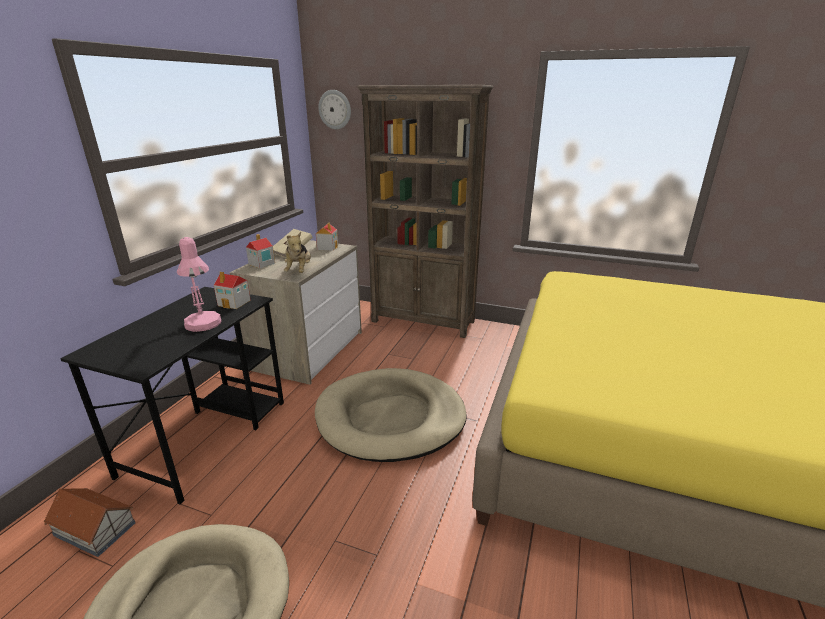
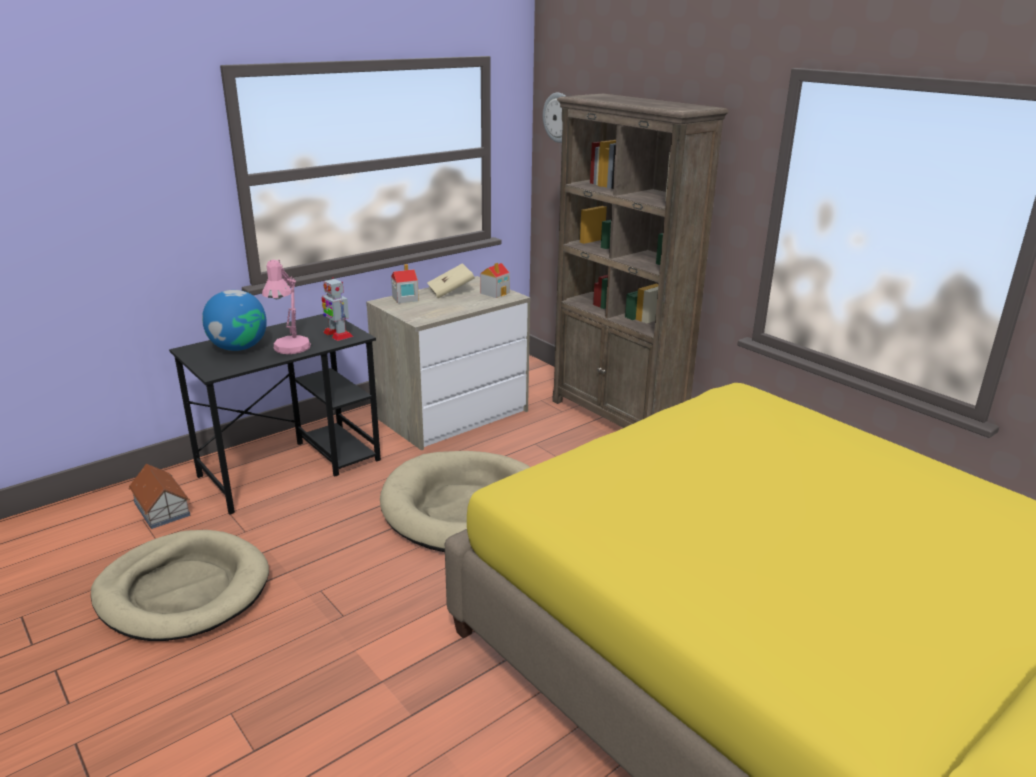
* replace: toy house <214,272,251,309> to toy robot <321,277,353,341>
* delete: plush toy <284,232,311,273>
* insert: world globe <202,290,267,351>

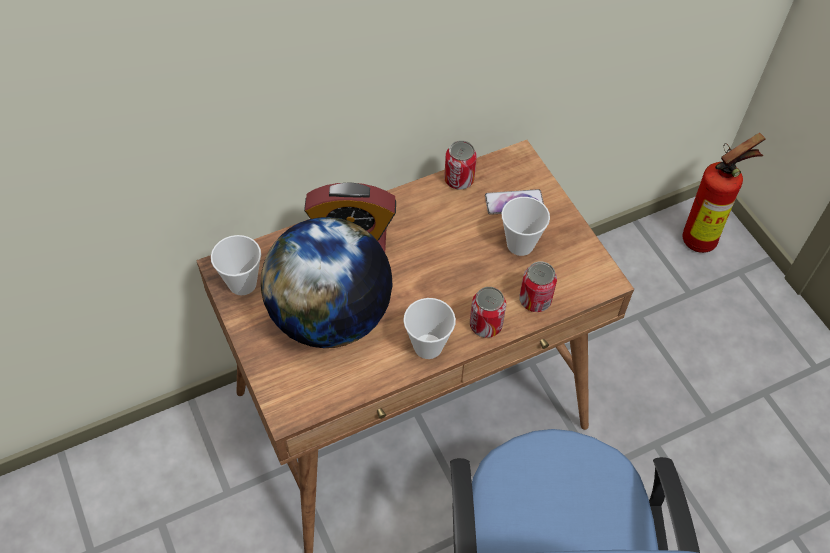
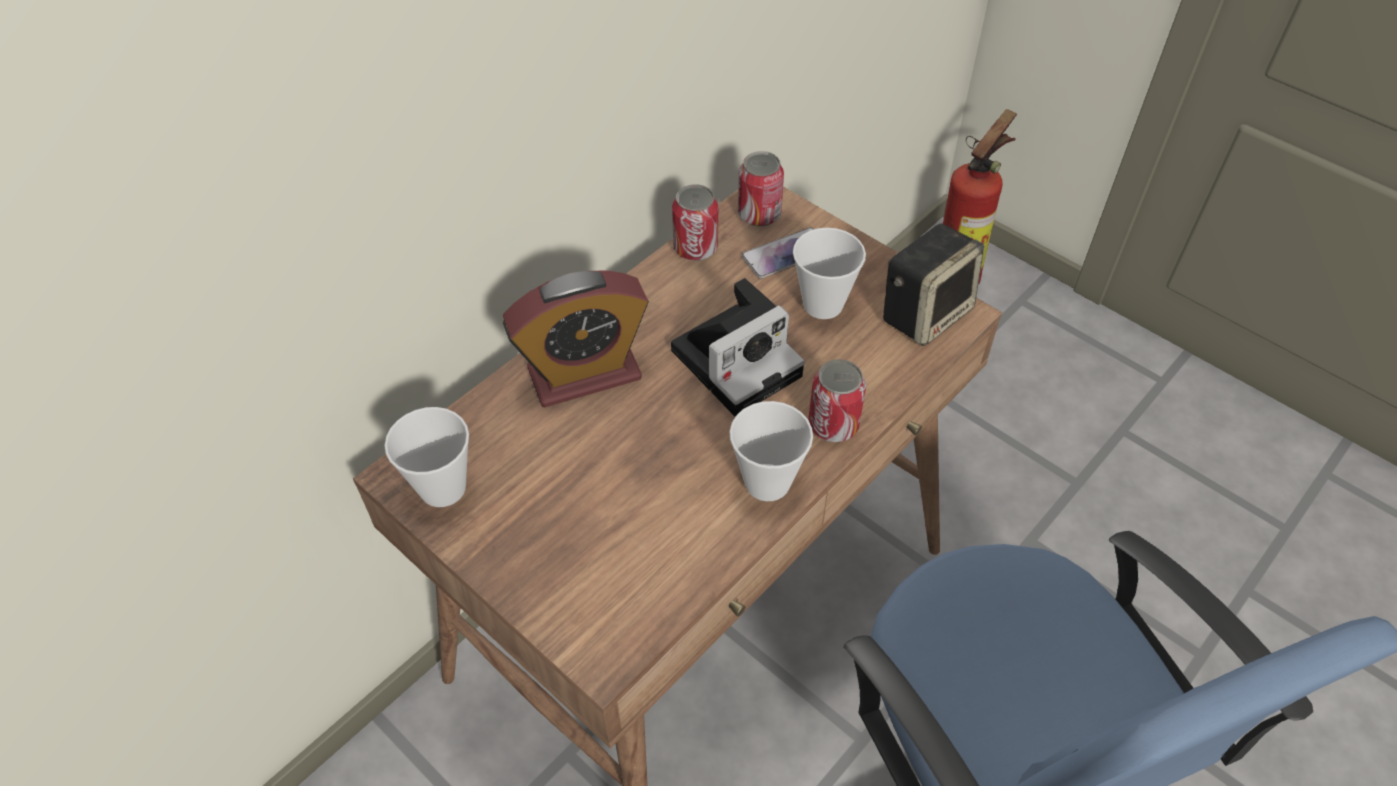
* delete: world globe <261,217,393,348>
* move: metal can <519,261,557,312> to <738,151,784,227>
* insert: still camera <671,278,805,417>
* insert: loudspeaker <883,223,984,346>

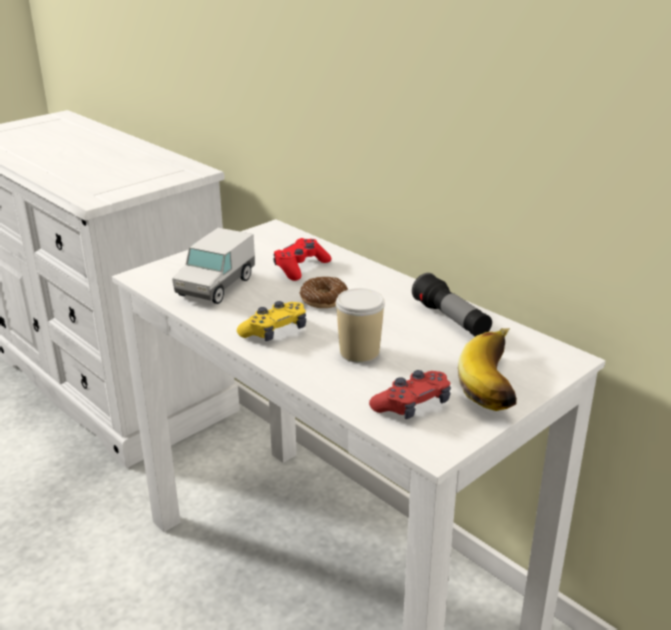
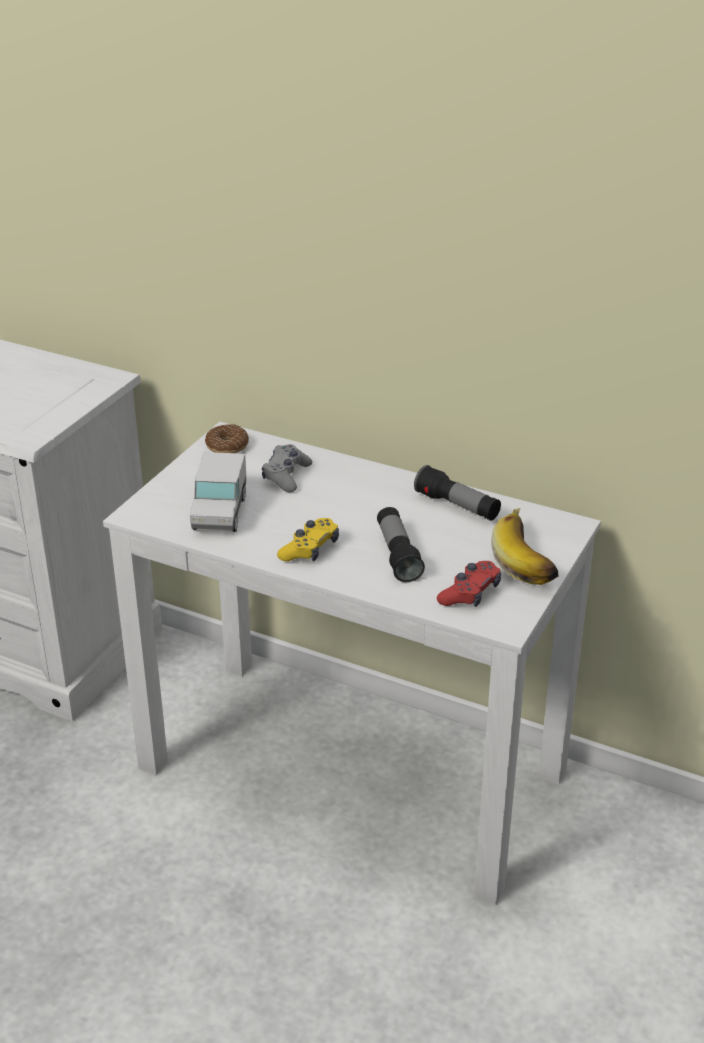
* recolor: red-coloured gamepad <274,238,332,281> to gray gamepad <262,444,312,492>
* move: donut <300,277,348,308> to <205,424,249,453>
* replace: small cup <336,288,385,363> to flashlight <377,507,425,582>

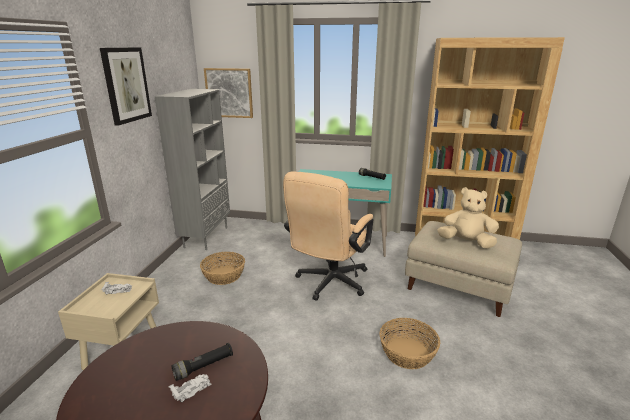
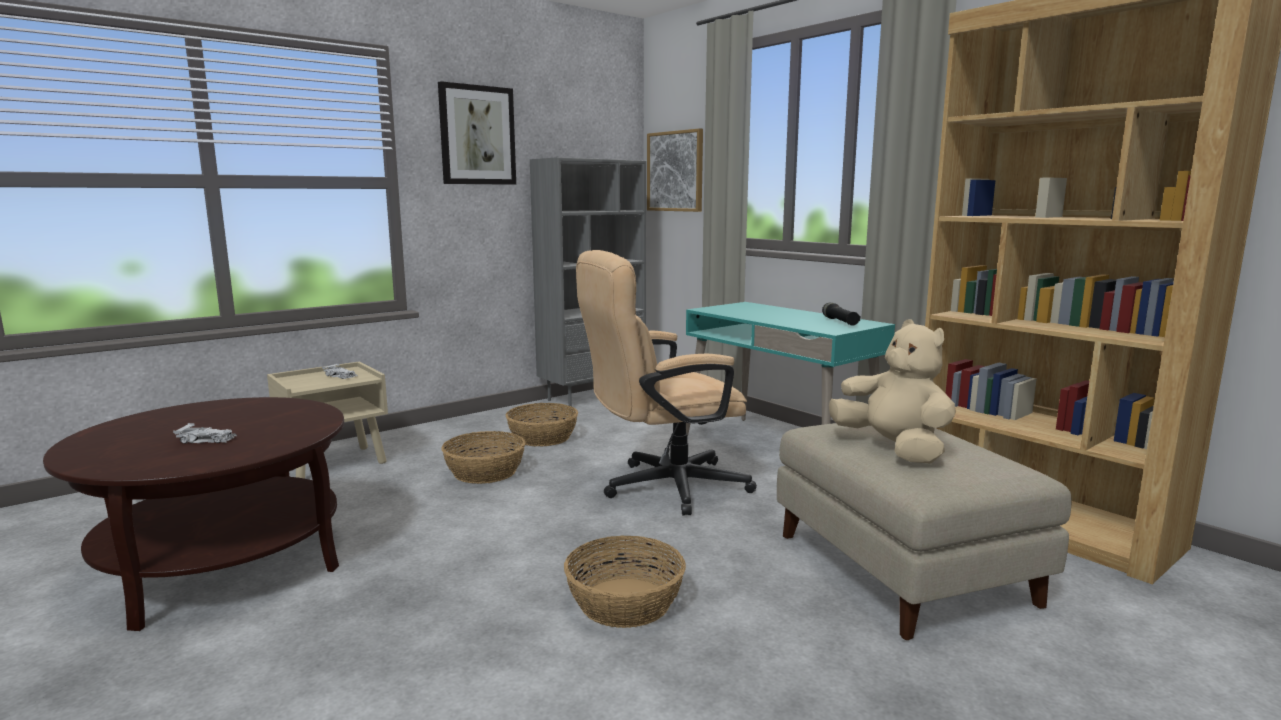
* delete: blackish flashlight <172,343,233,381>
* insert: storage basket <441,431,526,484>

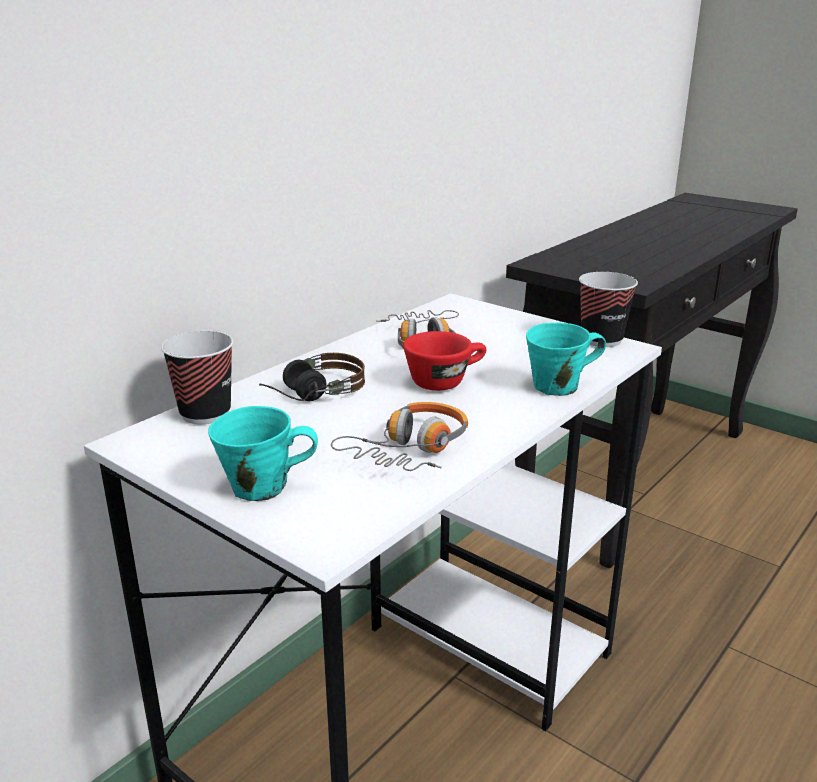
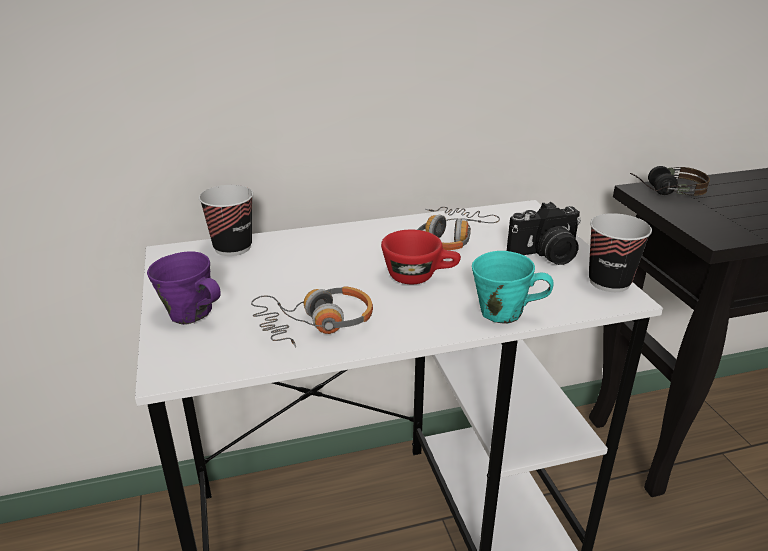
* recolor: blue-green coffee mug <208,406,318,501> to purple-coloured coffee mug <147,251,221,325>
* move: headphones <259,353,365,401> to <630,166,710,196>
* insert: still camera <507,202,581,265>

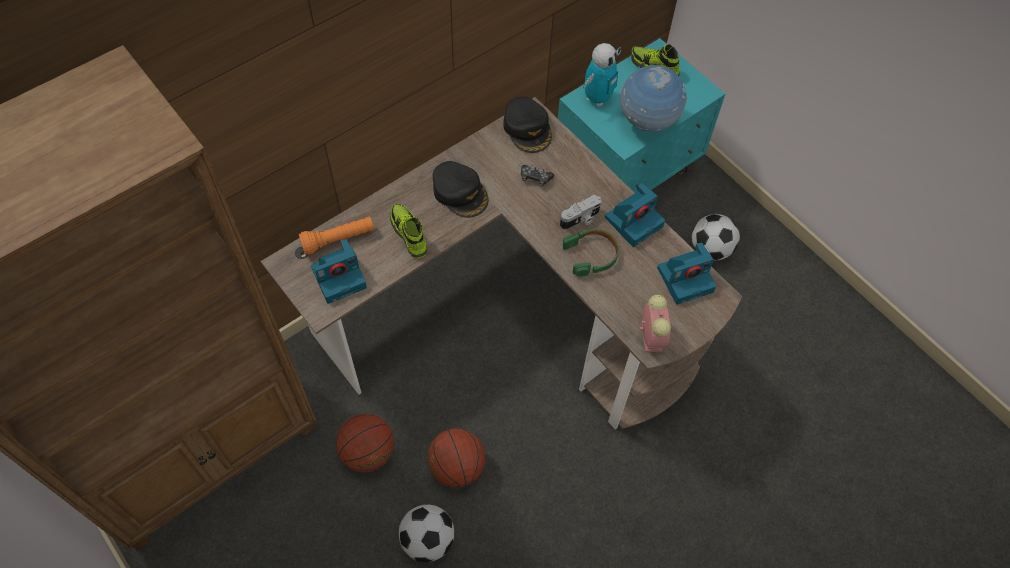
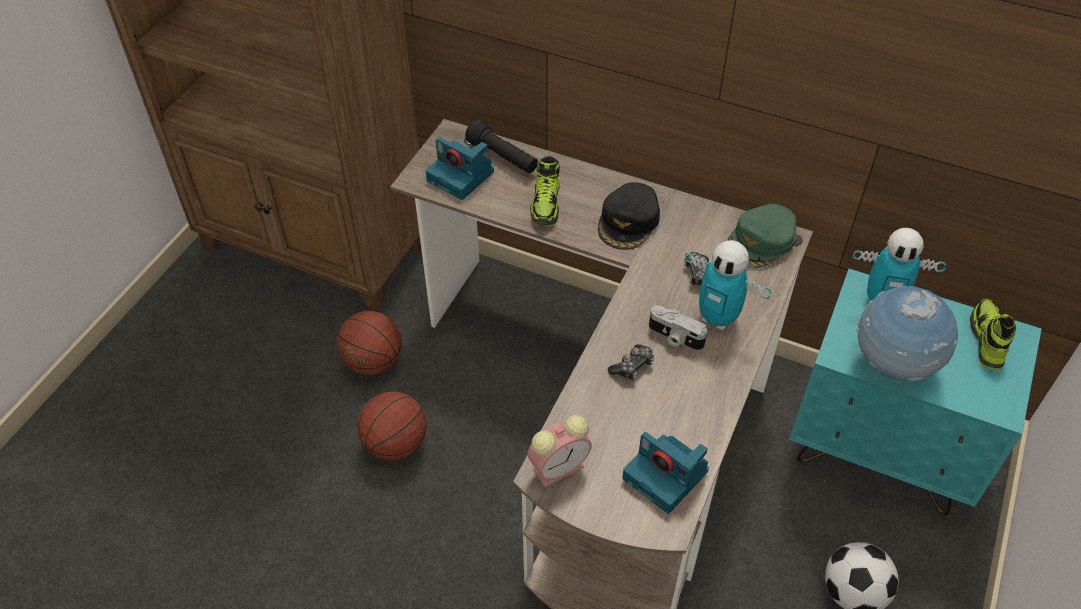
* recolor: orange-coloured flashlight <299,216,374,255> to blackish flashlight <465,120,538,173>
* rotate: item of footwear <390,203,427,259> = <530,156,560,226> 150 degrees clockwise
* delete: football ball <399,504,454,562>
* recolor: blackish baseball cap <503,96,552,153> to greenish baseball cap <727,204,796,268>
* replace: greenish headphones <563,229,619,277> to gamepad <608,344,654,380>
* delete: still camera <605,183,665,247>
* insert: toy robot <685,240,771,330>

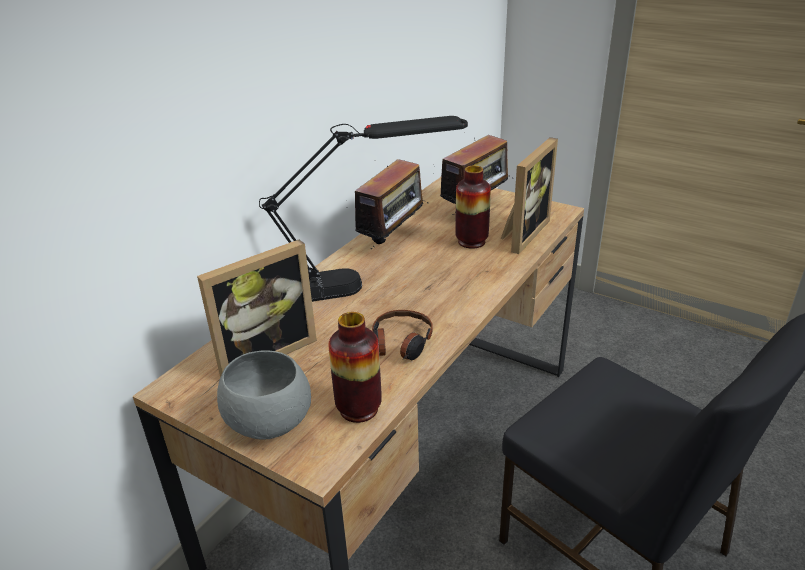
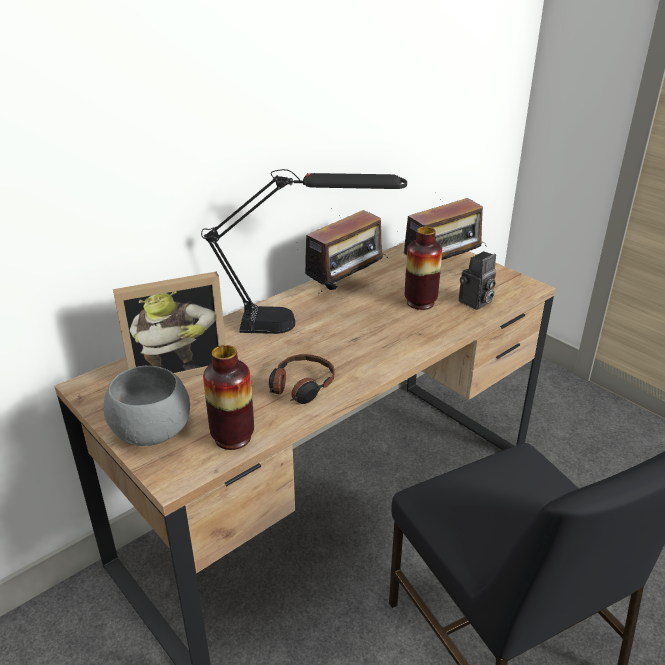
* replace: picture frame <501,137,558,254> to still camera <459,251,496,310>

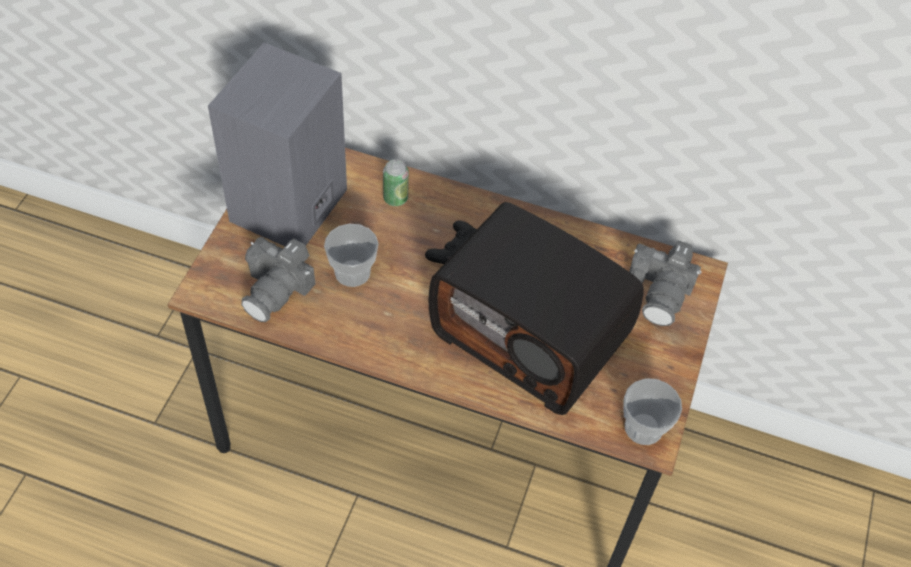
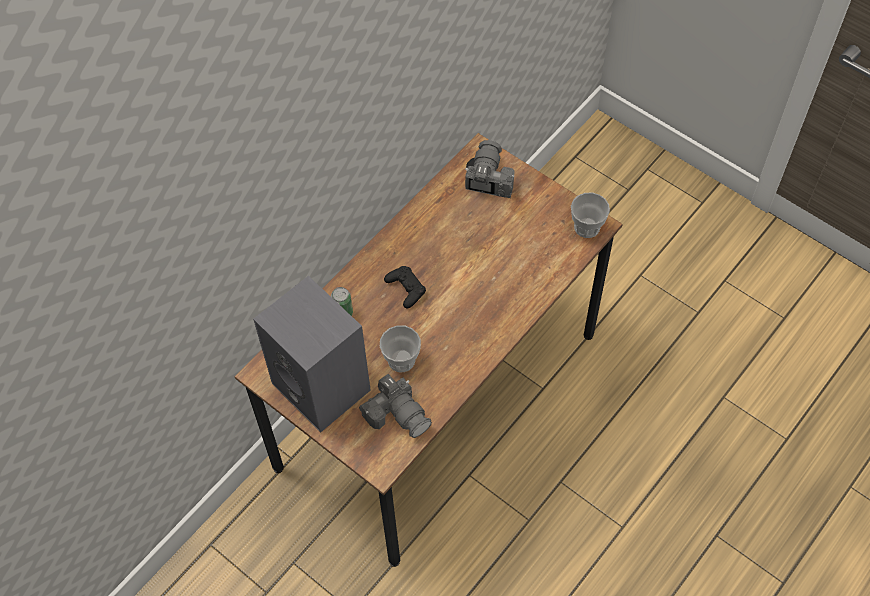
* delete: radio receiver <428,202,644,415>
* rotate: still camera <629,240,702,326> = <465,140,515,198> 120 degrees counterclockwise

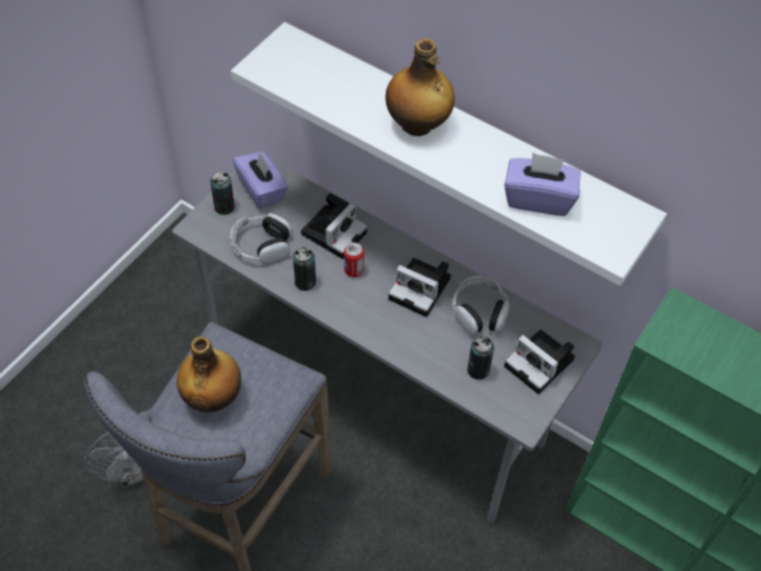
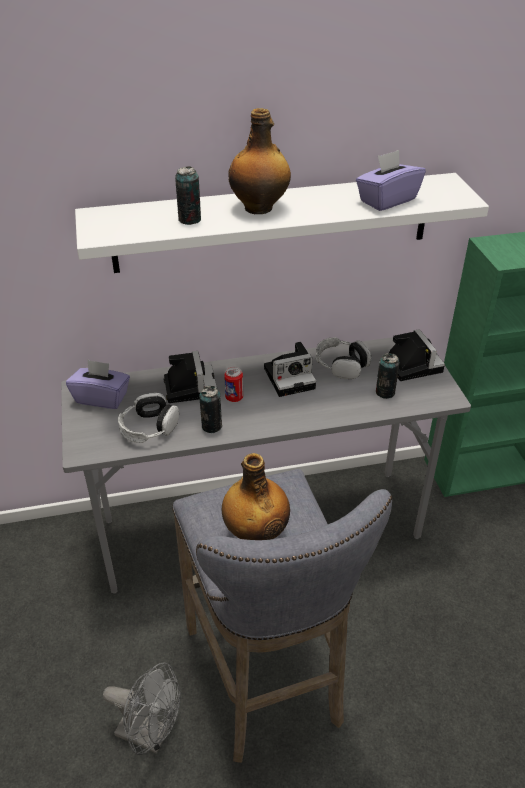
* move: metal can <210,171,235,215> to <175,167,201,225>
* rotate: still camera <504,330,575,394> = <389,329,445,381> 105 degrees counterclockwise

